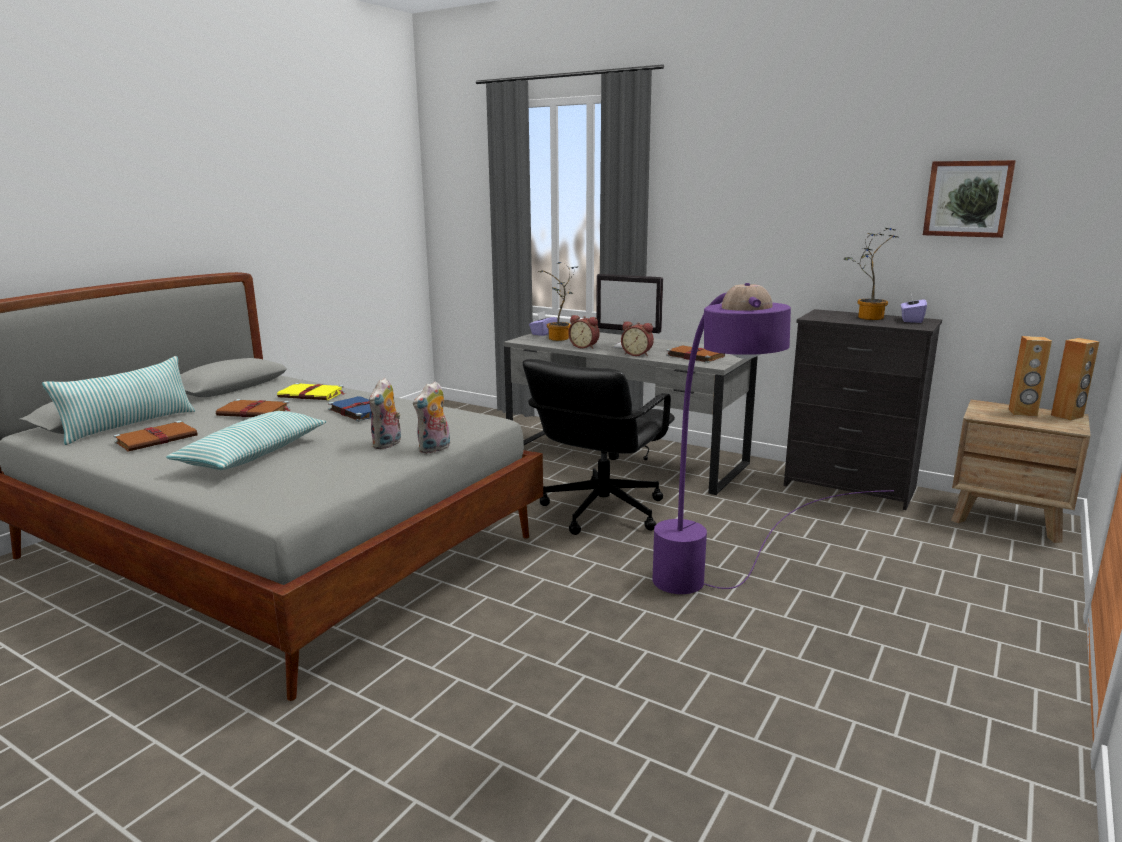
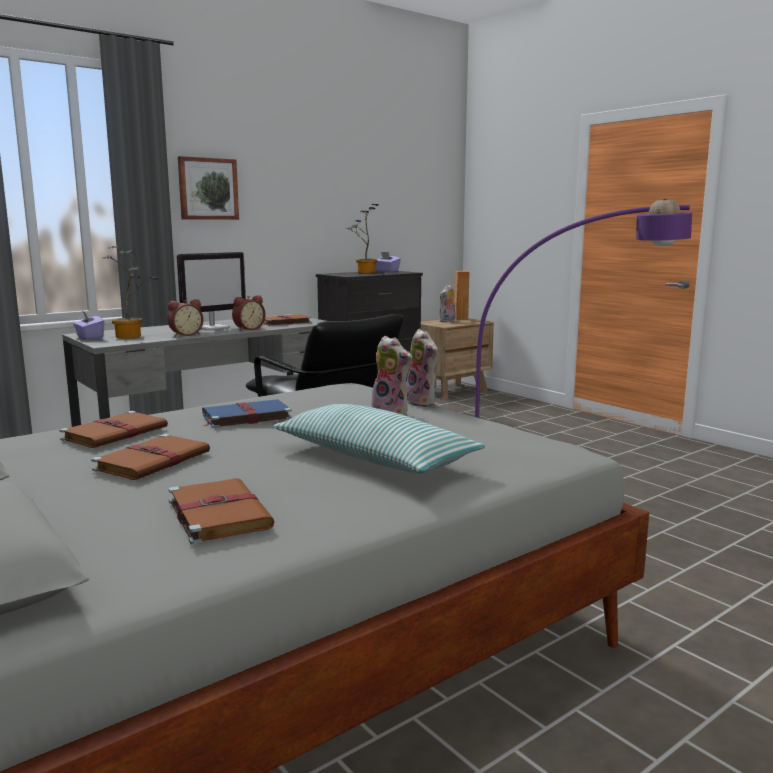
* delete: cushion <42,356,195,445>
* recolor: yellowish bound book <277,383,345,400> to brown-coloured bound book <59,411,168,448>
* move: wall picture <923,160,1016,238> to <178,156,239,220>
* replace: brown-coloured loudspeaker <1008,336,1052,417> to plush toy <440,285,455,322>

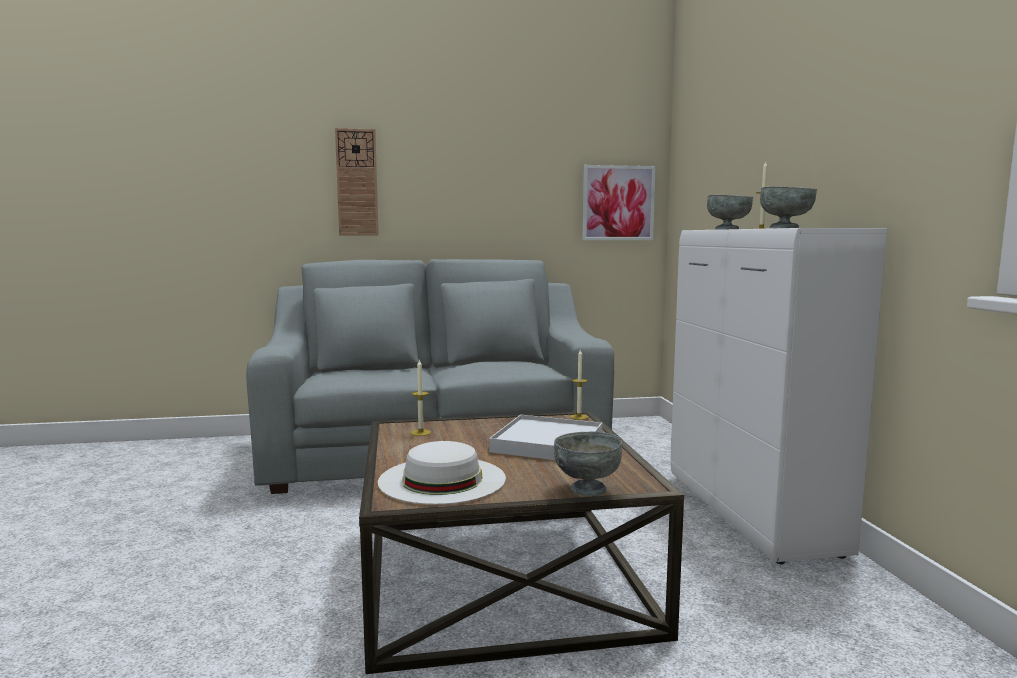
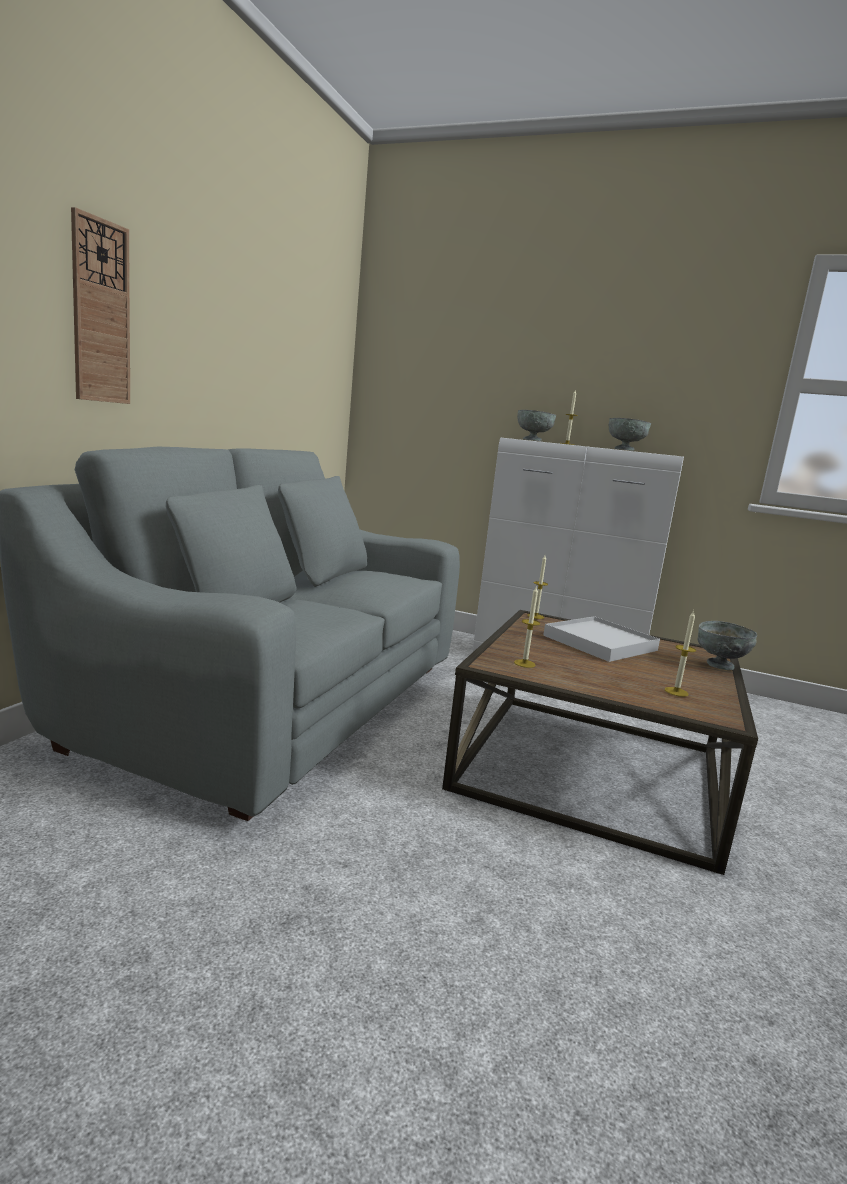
* replace: whitish hat <378,441,506,505> to candle <665,611,696,697>
* delete: wall picture <582,165,656,240>

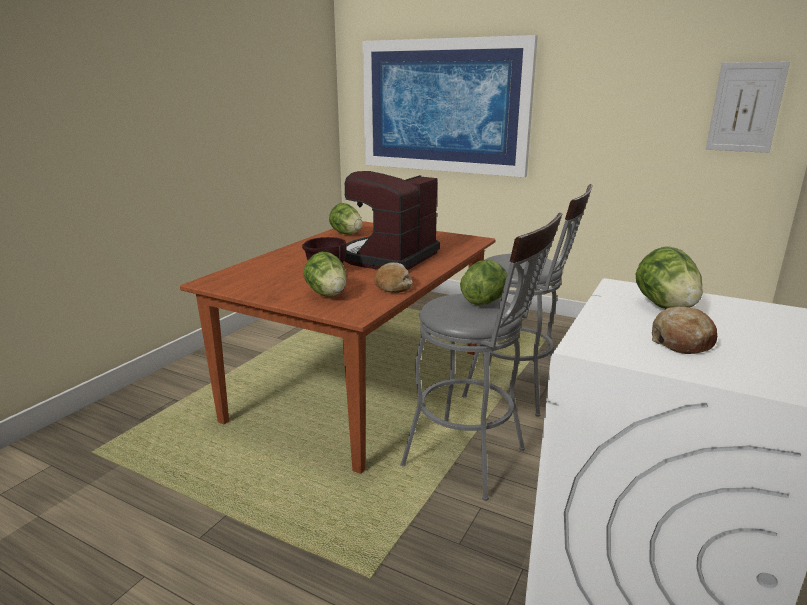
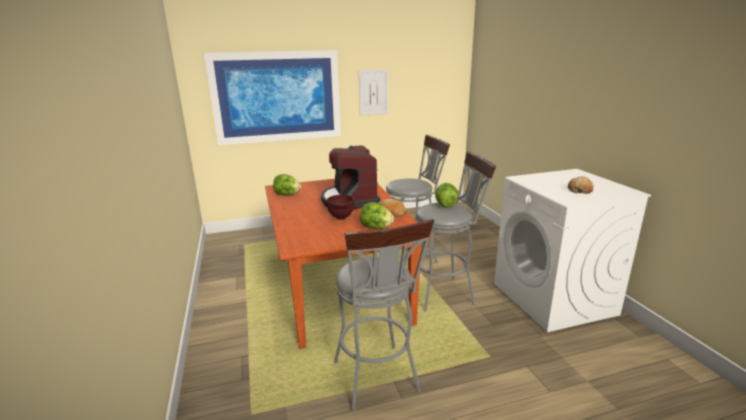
* delete: lettuce <636,246,702,309>
* move: wall picture <706,62,790,153> to <359,69,388,116>
* insert: gray stool <334,219,434,411>

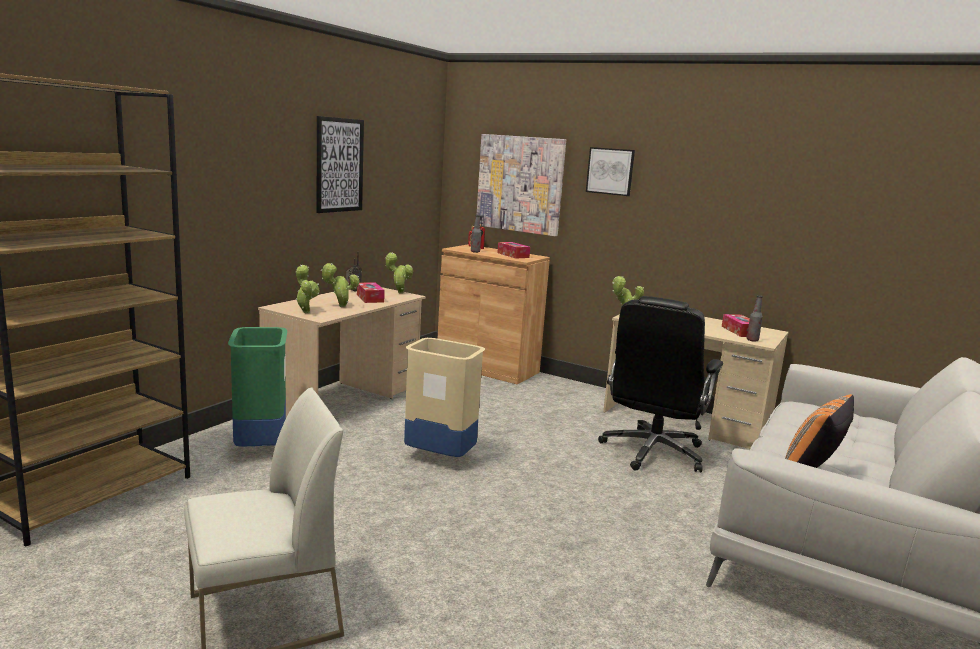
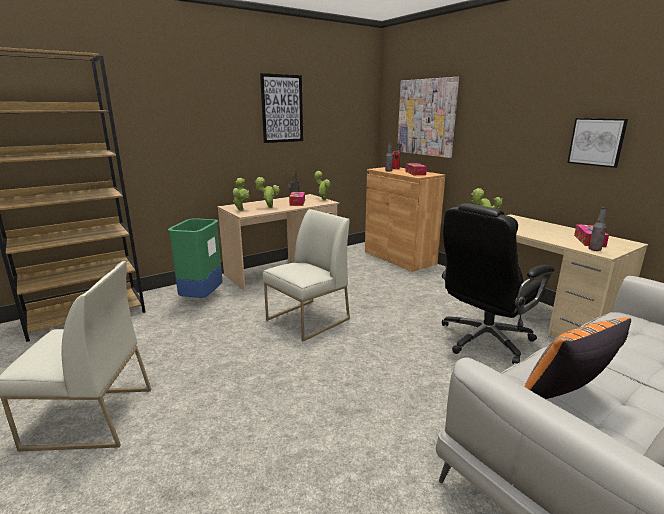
* replace: beige rubbish bin <404,338,485,457> to whitish chair <263,209,350,341>
* move: wall picture <586,147,635,196> to <567,118,628,168>

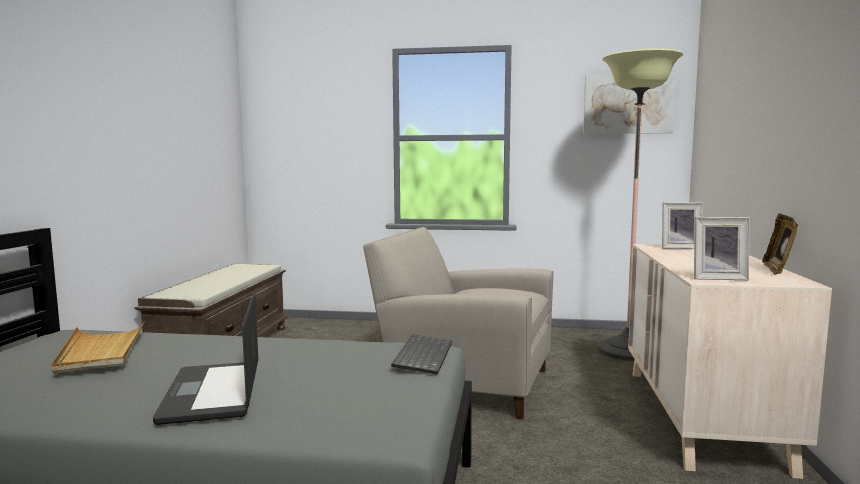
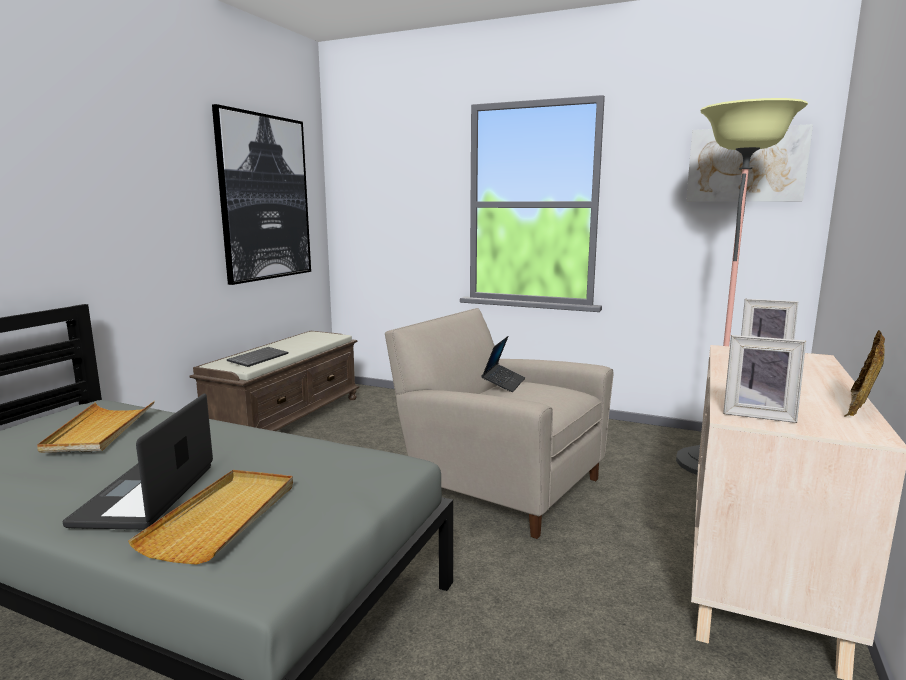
* move: keyboard <391,334,452,375> to <227,347,288,367>
* insert: beige carrying tray <128,470,293,565>
* insert: wall picture <212,104,311,285>
* insert: laptop <482,336,525,392>

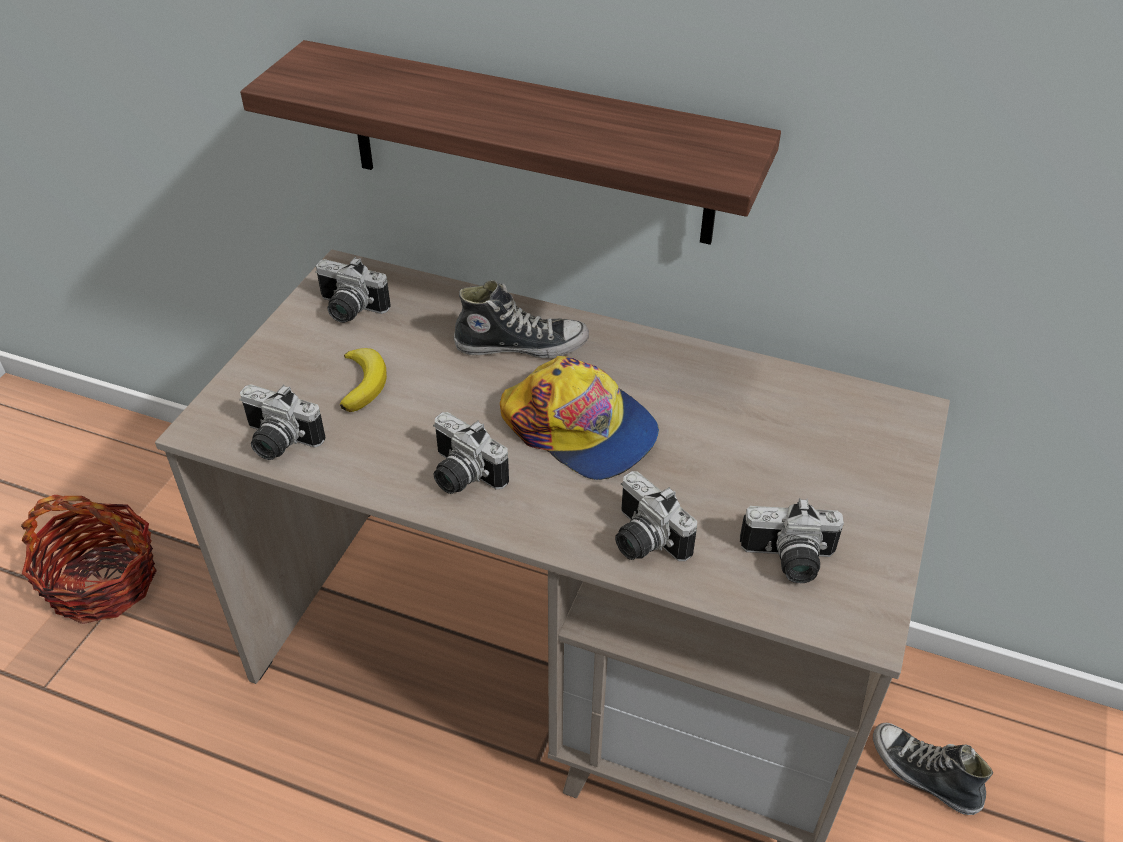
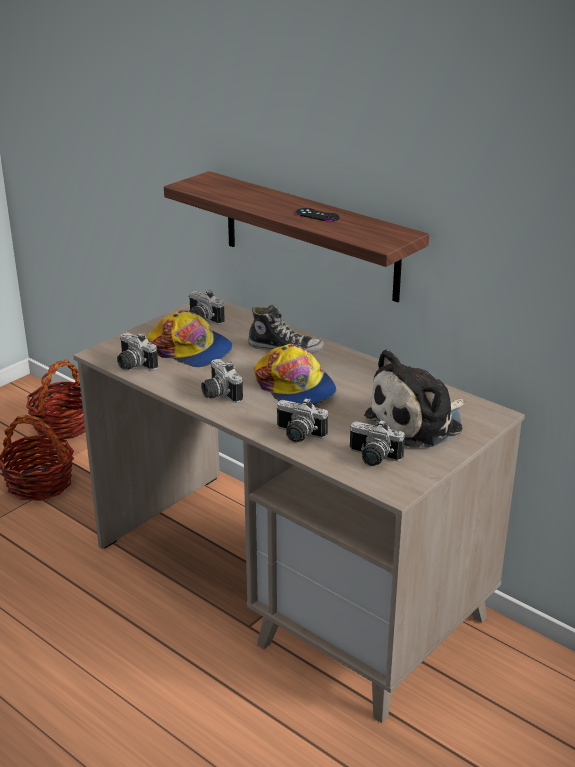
* replace: banana <340,348,387,412> to baseball cap <146,310,233,367>
* rotate: still camera <615,471,697,561> = <277,398,328,442> 45 degrees counterclockwise
* delete: item of footwear <873,723,993,815>
* insert: storage basket <26,360,85,439>
* insert: blackish gamepad <296,208,340,222>
* insert: plush toy <364,349,465,448>

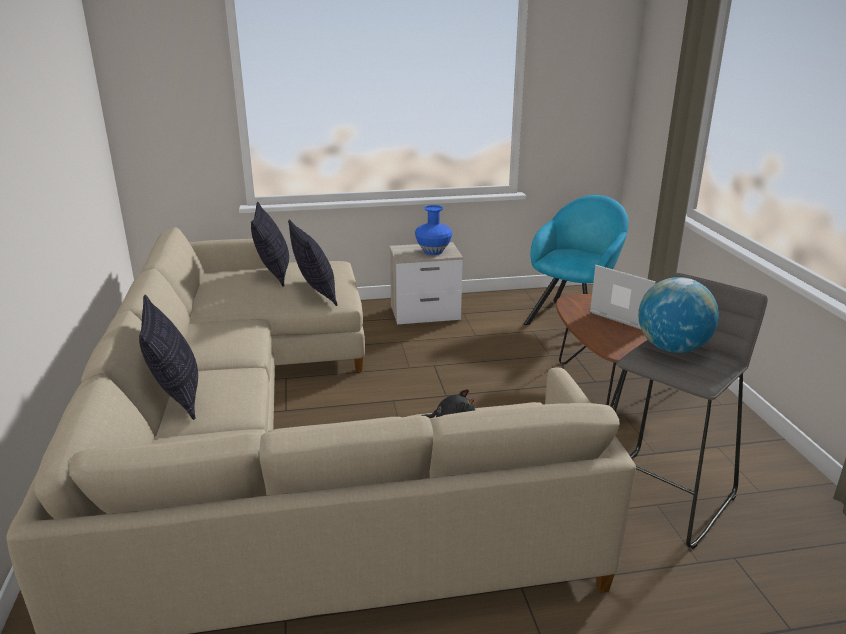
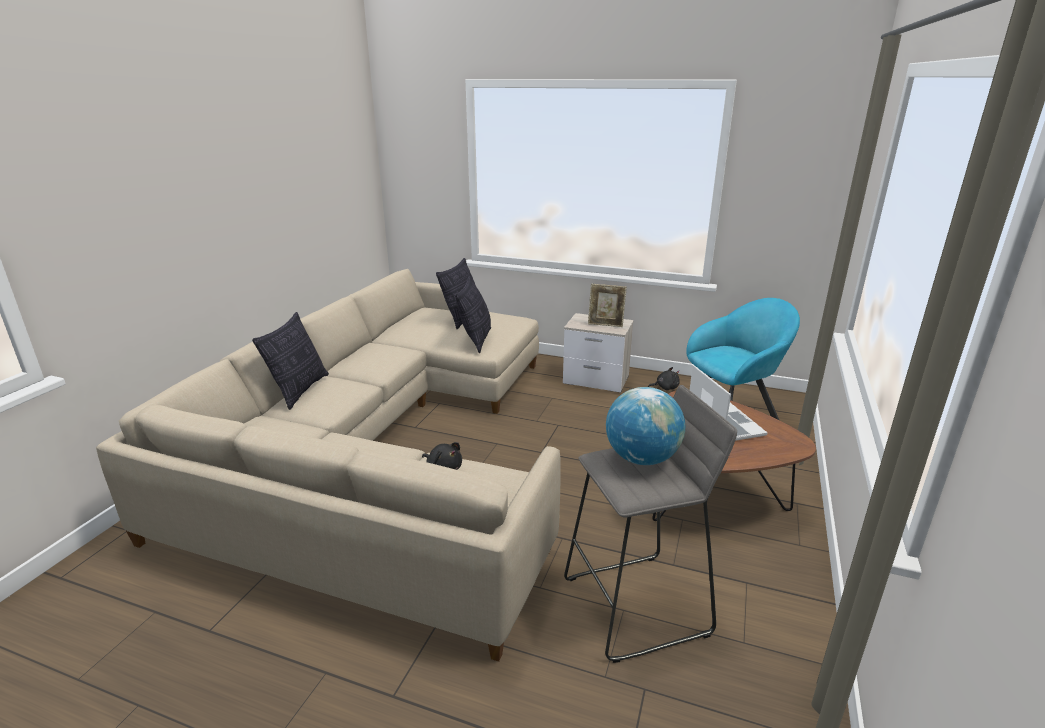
* replace: blue-coloured flower vase <415,205,452,255> to picture frame <588,284,627,327>
* insert: blackish plush toy <648,367,680,390>

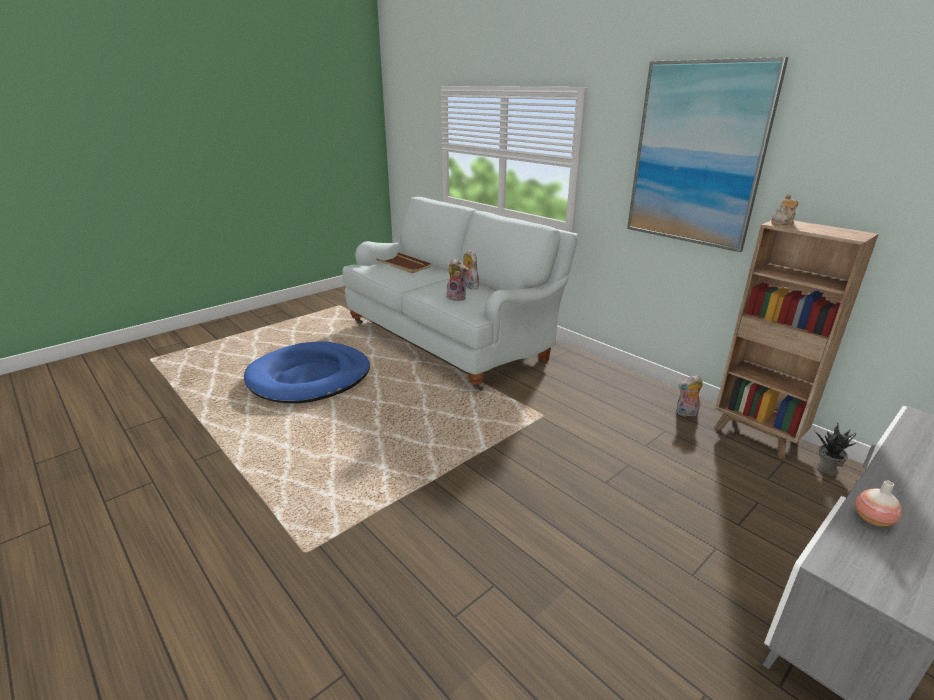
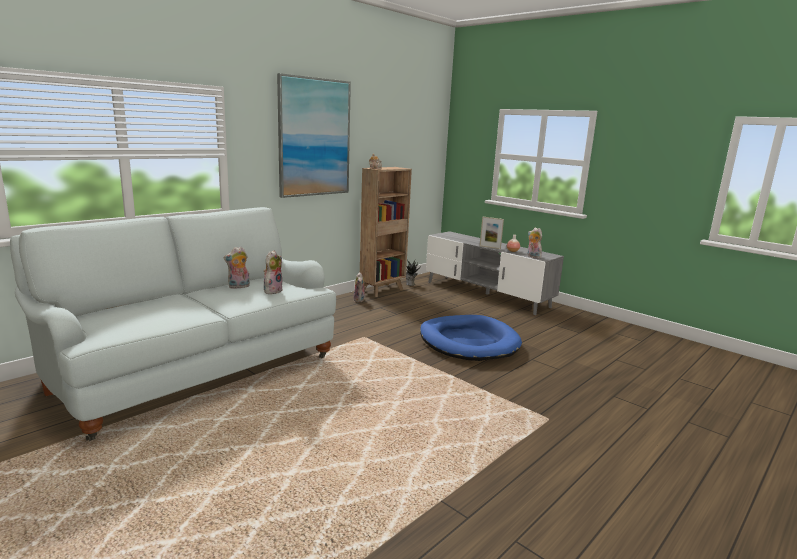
* move: blue-coloured dog cushion <244,341,370,404> to <420,315,522,361>
* delete: brown-coloured carrying tray <377,253,431,273>
* insert: picture frame <480,217,504,249>
* insert: plush toy <527,227,542,259>

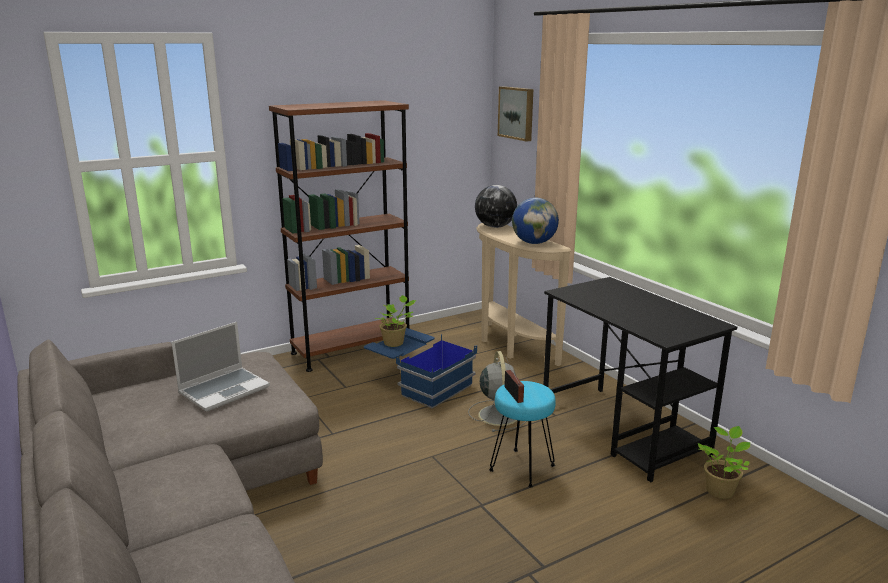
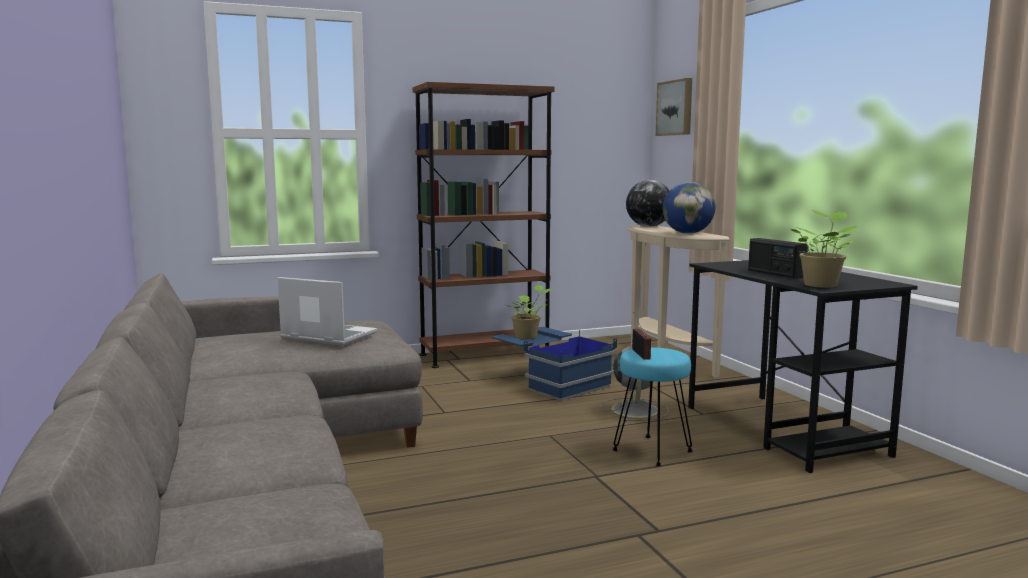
* rotate: laptop <171,322,270,411> = <278,277,377,346> 120 degrees counterclockwise
* move: houseplant <698,426,750,499> to <791,210,857,288>
* insert: radio receiver <748,238,808,279>

